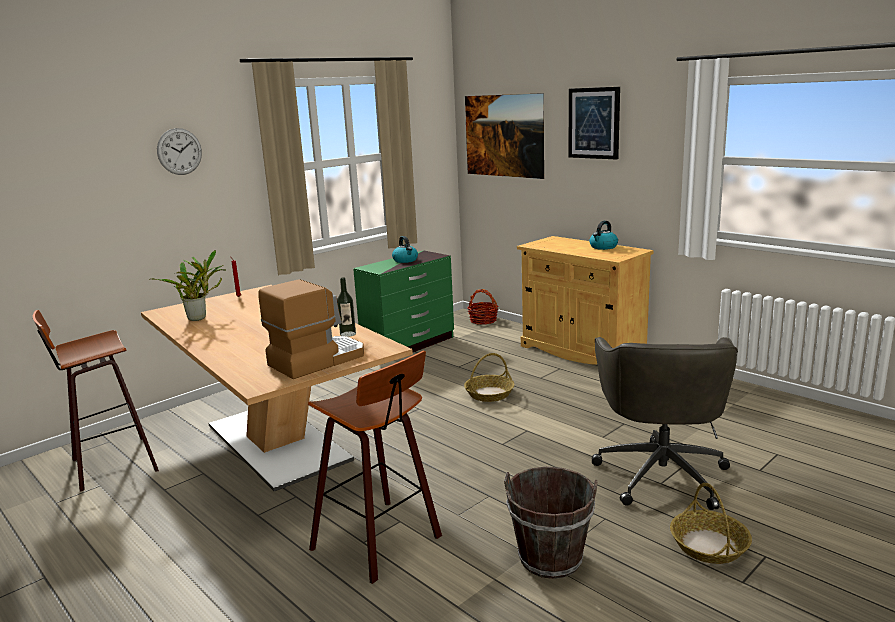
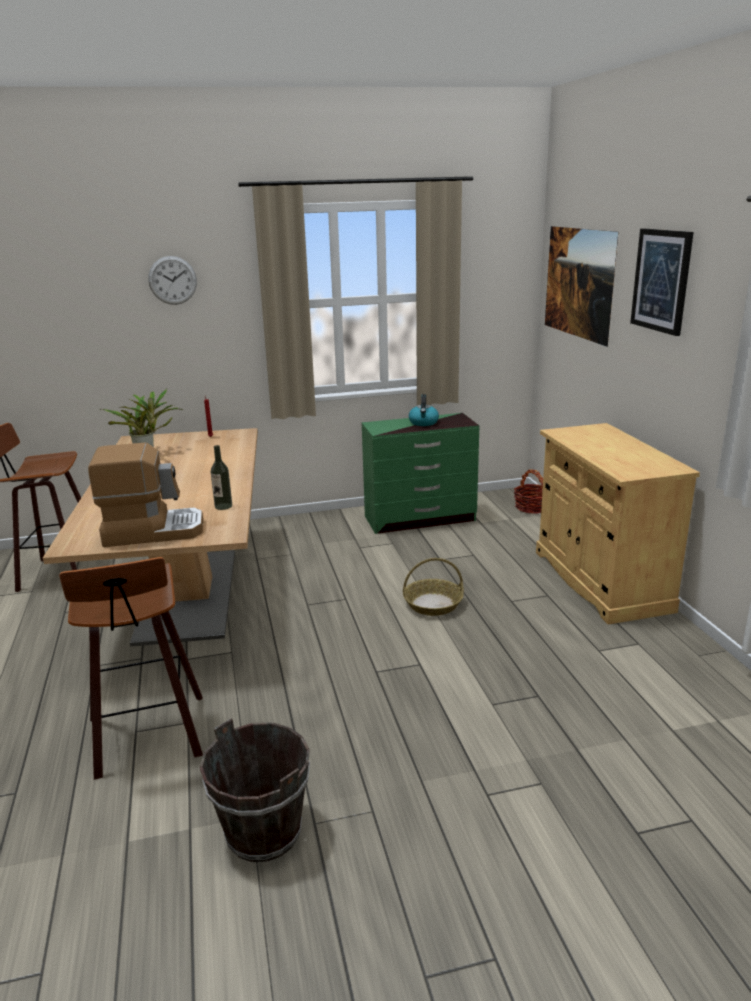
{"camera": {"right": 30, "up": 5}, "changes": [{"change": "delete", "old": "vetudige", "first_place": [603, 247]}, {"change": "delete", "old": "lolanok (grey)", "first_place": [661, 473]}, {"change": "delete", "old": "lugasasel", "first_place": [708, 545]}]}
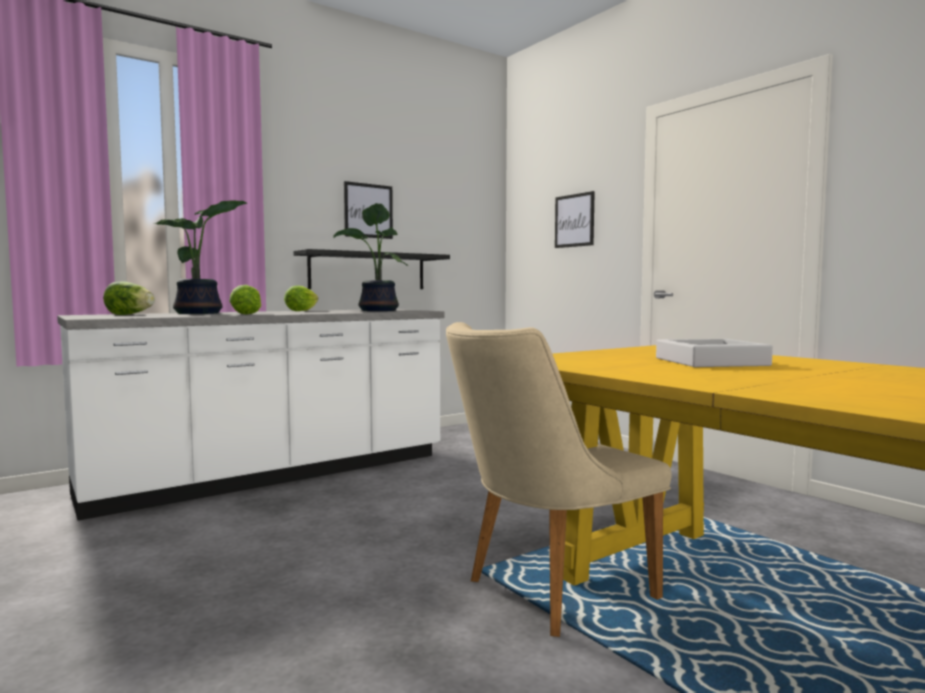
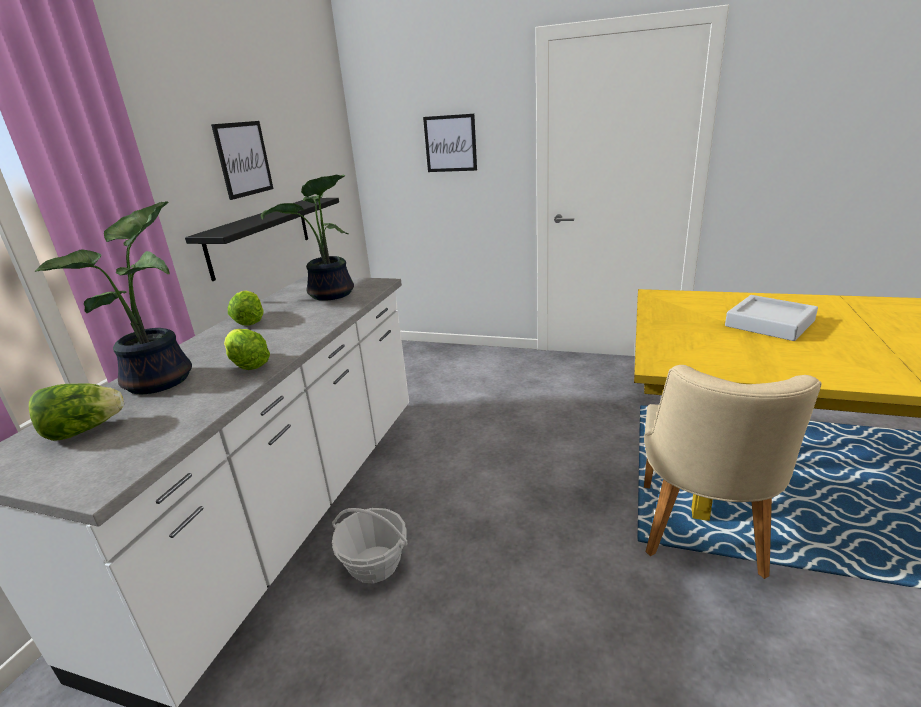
{"camera": {"right": -35, "up": 20}, "changes": [{"change": "insert", "new": "lugasasel", "second_place": [374, 564]}]}
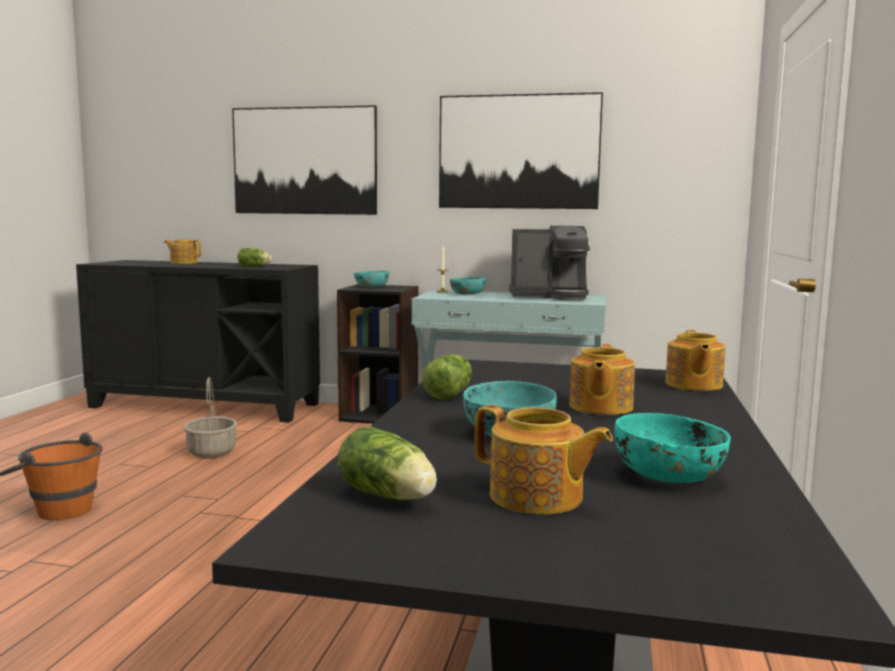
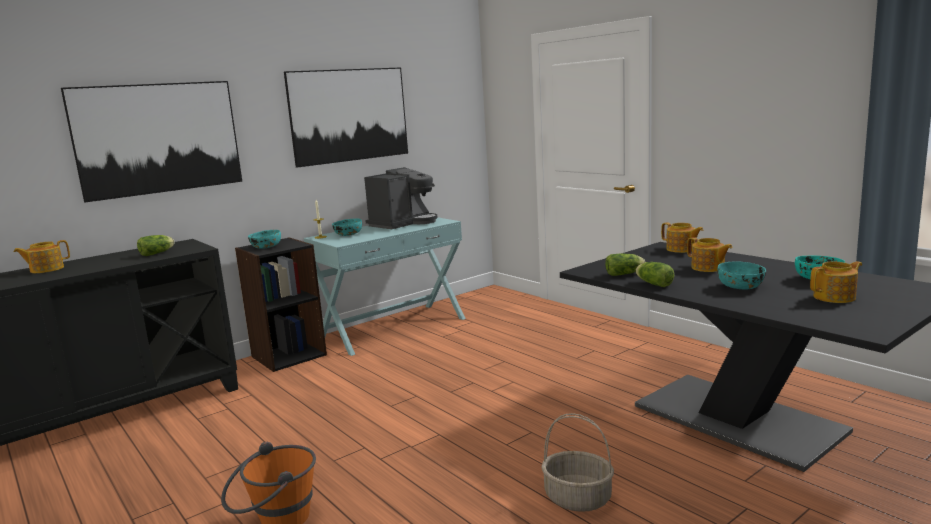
{"camera": {"right": -50, "up": 5}, "changes": [{"change": "move", "old": "lugasasel", "first_place": [212, 452], "second_place": [578, 498]}, {"change": "move", "old": "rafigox", "first_place": [389, 497], "second_place": [625, 274]}]}
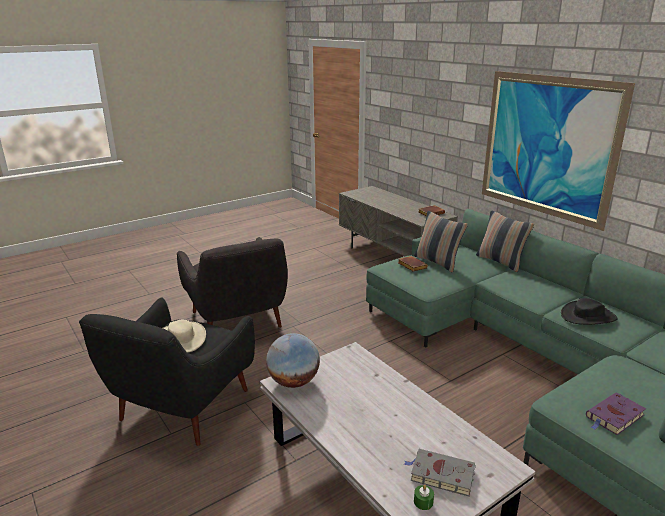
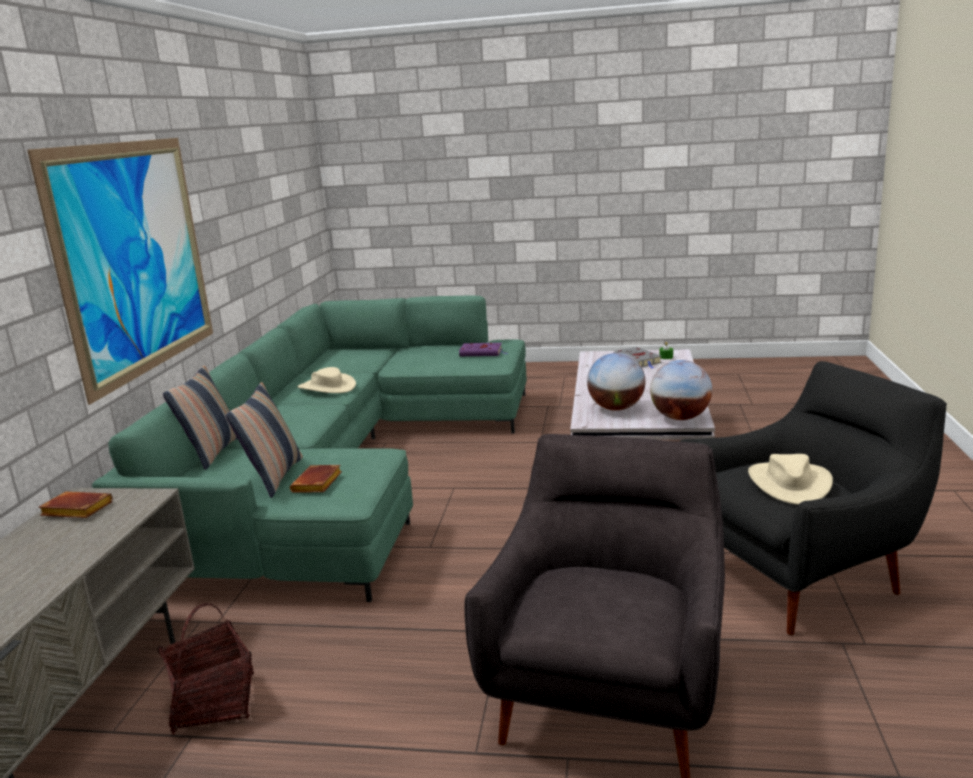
{"camera": {"right": -135, "up": -5}, "changes": [{"change": "recolor", "old": "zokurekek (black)", "new": "zokurekek (beige)", "first_place": [588, 316], "second_place": [327, 387]}, {"change": "insert", "new": "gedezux", "second_place": [616, 408]}, {"change": "insert", "new": "lugasasel", "second_place": [215, 703]}]}
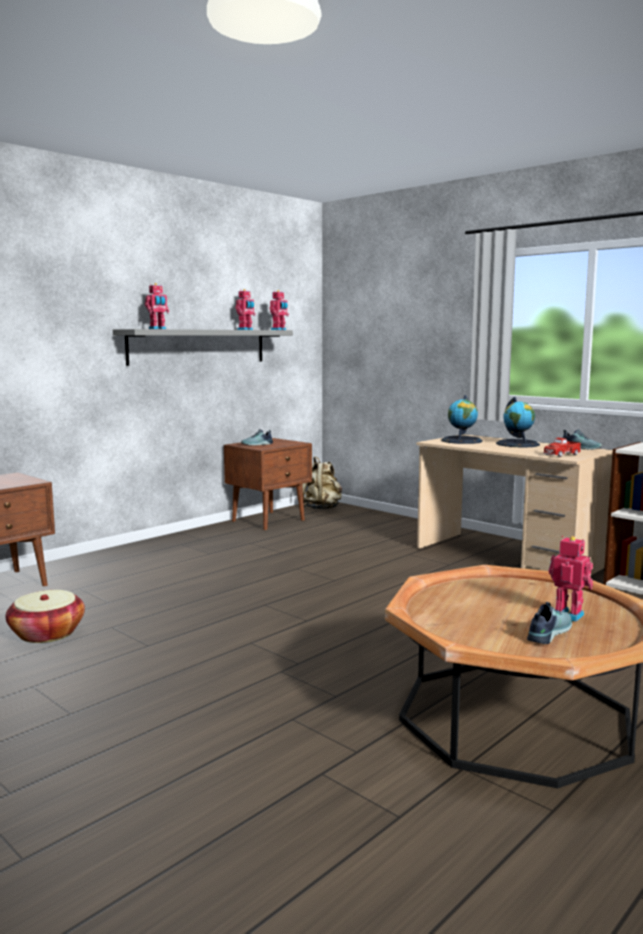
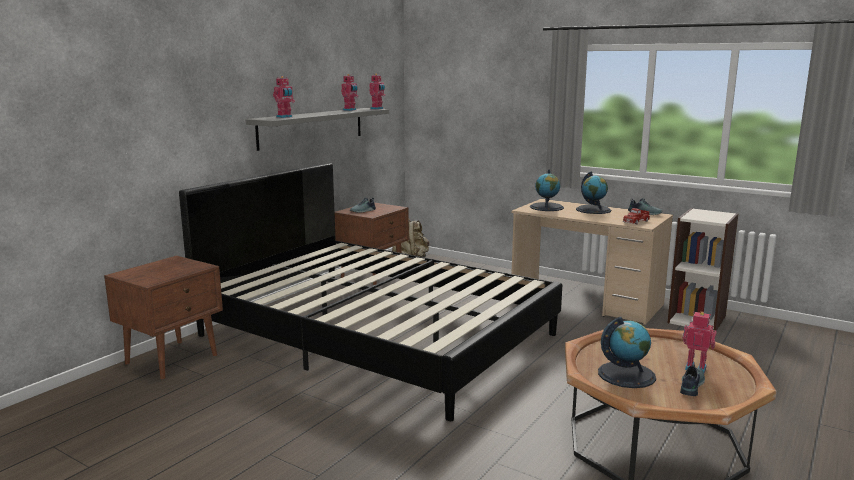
{"camera": {"right": -10, "up": 5}, "changes": [{"change": "delete", "old": "lugasasel", "first_place": [47, 633]}, {"change": "insert", "new": "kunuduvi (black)", "second_place": [376, 334]}, {"change": "insert", "new": "gedezux", "second_place": [626, 374]}]}
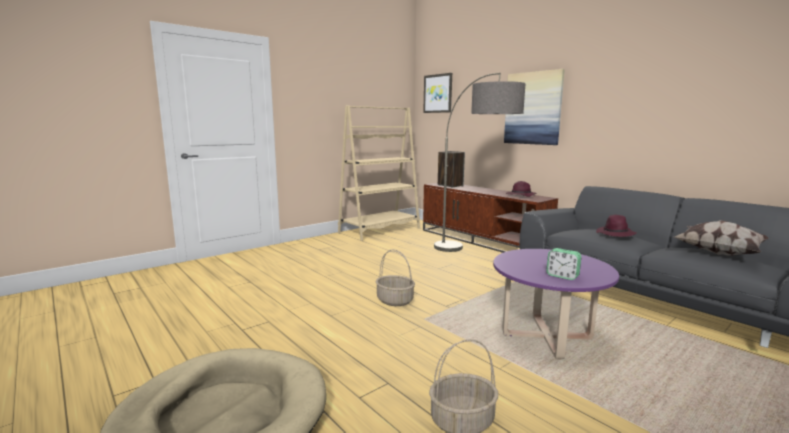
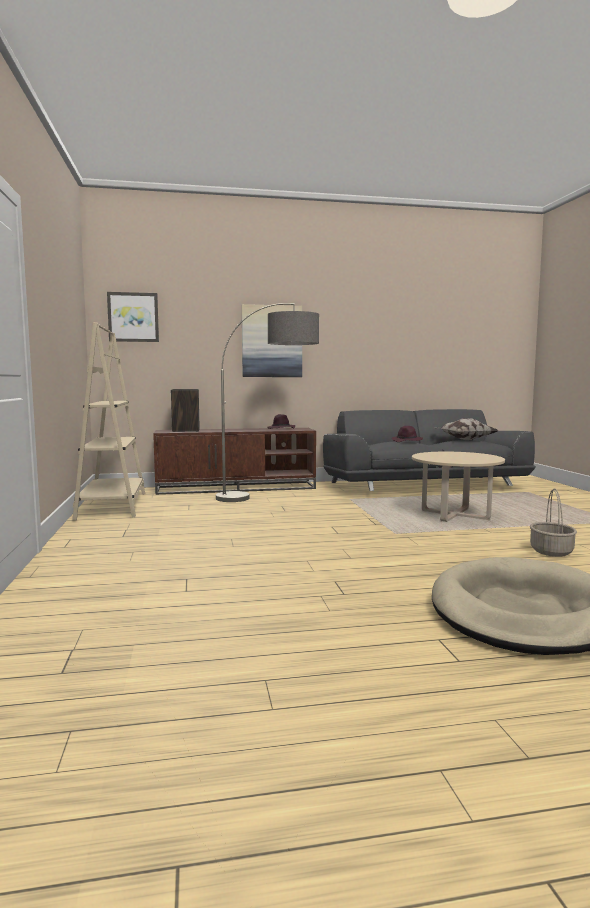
{"camera": {"right": -60, "up": -5}, "changes": [{"change": "delete", "old": "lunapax", "first_place": [562, 276]}, {"change": "delete", "old": "lugasasel", "first_place": [395, 300]}, {"change": "recolor", "old": "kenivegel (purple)", "new": "kenivegel (beige)", "first_place": [546, 336], "second_place": [455, 515]}]}
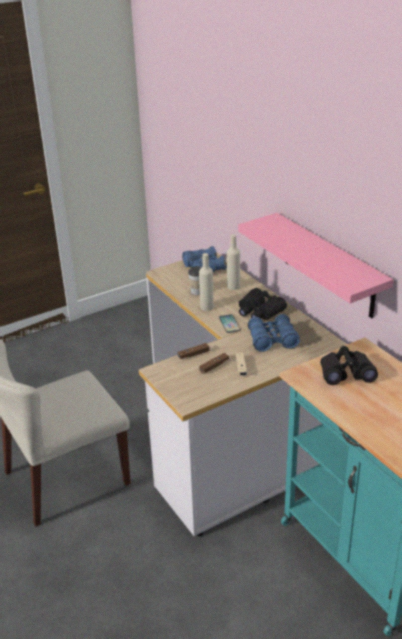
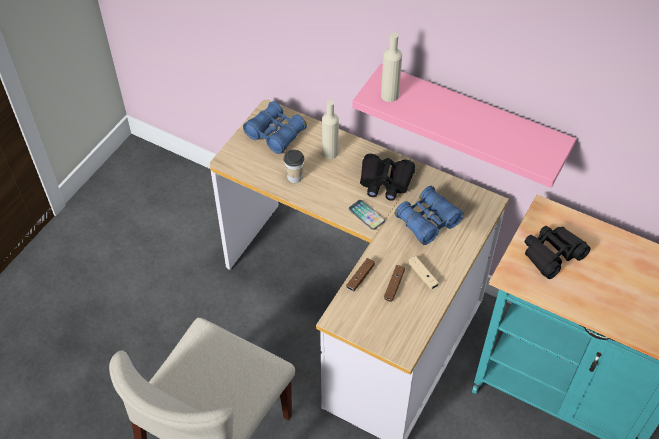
{"camera": {"right": -30, "up": 20}, "changes": [{"change": "move", "old": "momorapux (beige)", "first_place": [206, 307], "second_place": [389, 95]}]}
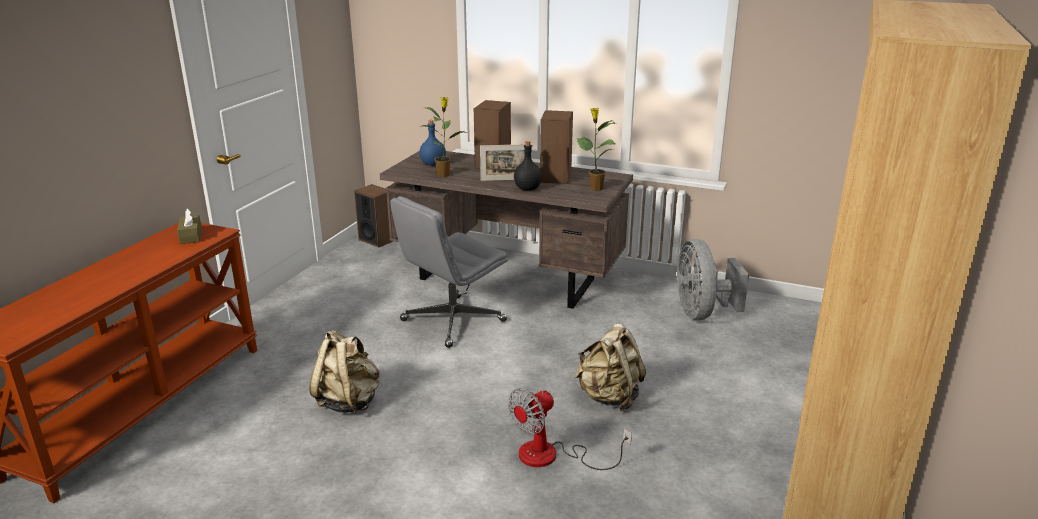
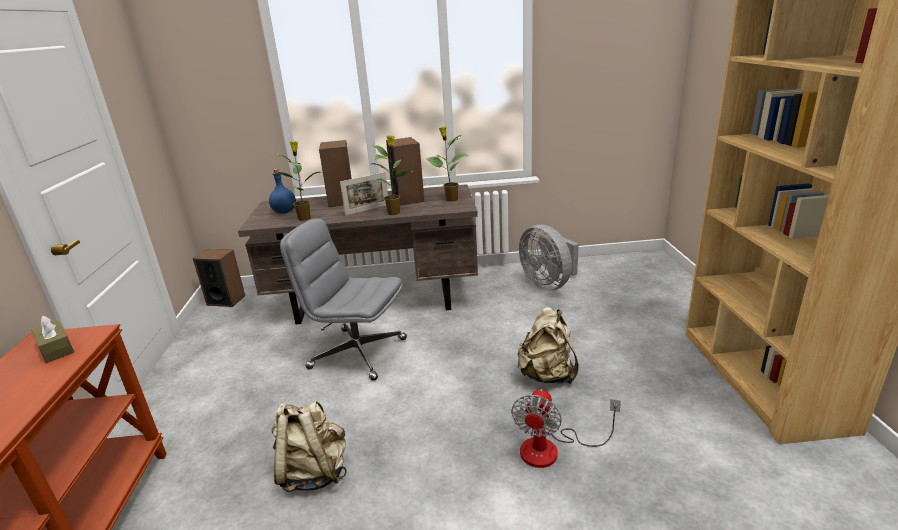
{"camera": {"right": -25, "up": 0}, "changes": [{"change": "replace", "old": "momorapux (black)", "new": "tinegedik", "first_place": [527, 189], "second_place": [394, 212]}, {"change": "rotate", "old": "lolanok (grey)", "first_place": [452, 321], "second_place": [357, 353], "degrees": 90}]}
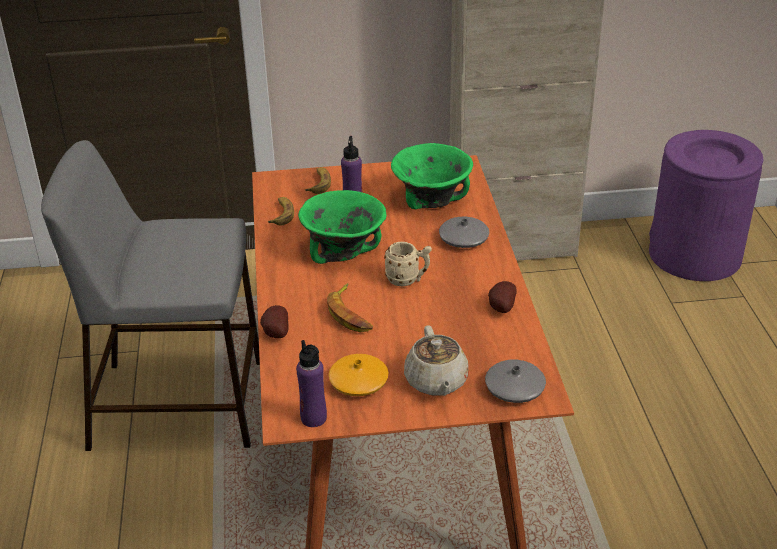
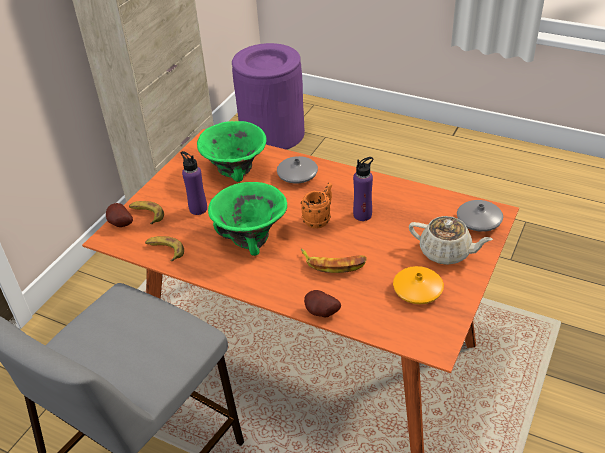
{"camera": {"right": -55, "up": 5}, "changes": [{"change": "recolor", "old": "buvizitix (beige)", "new": "buvizitix (orange)", "first_place": [408, 280], "second_place": [319, 219]}, {"change": "move", "old": "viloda", "first_place": [500, 307], "second_place": [120, 224]}, {"change": "move", "old": "momorapux (purple)", "first_place": [313, 418], "second_place": [362, 215]}]}
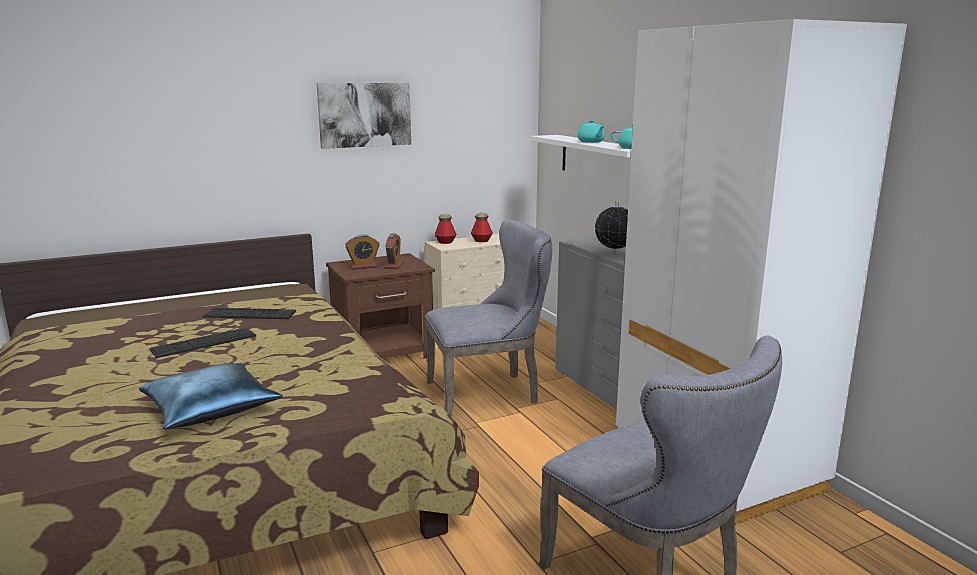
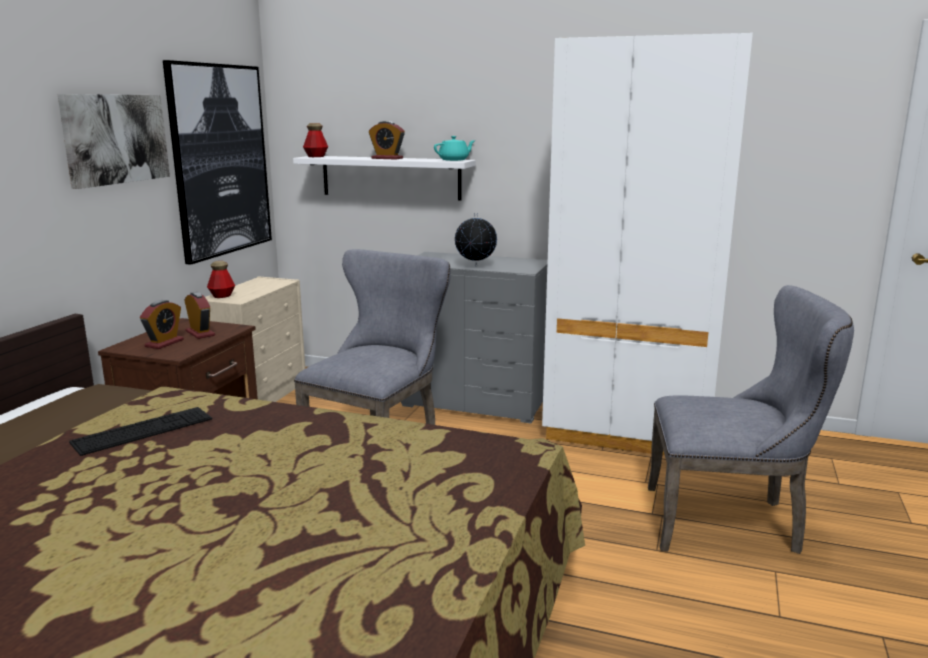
{"camera": {"right": -45, "up": 0}, "changes": [{"change": "replace", "old": "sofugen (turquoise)", "new": "lunapax", "first_place": [591, 142], "second_place": [387, 158]}, {"change": "move", "old": "momorapux", "first_place": [481, 241], "second_place": [316, 156]}, {"change": "delete", "old": "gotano", "first_place": [204, 342]}, {"change": "delete", "old": "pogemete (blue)", "first_place": [211, 408]}, {"change": "insert", "new": "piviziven", "second_place": [220, 160]}]}
